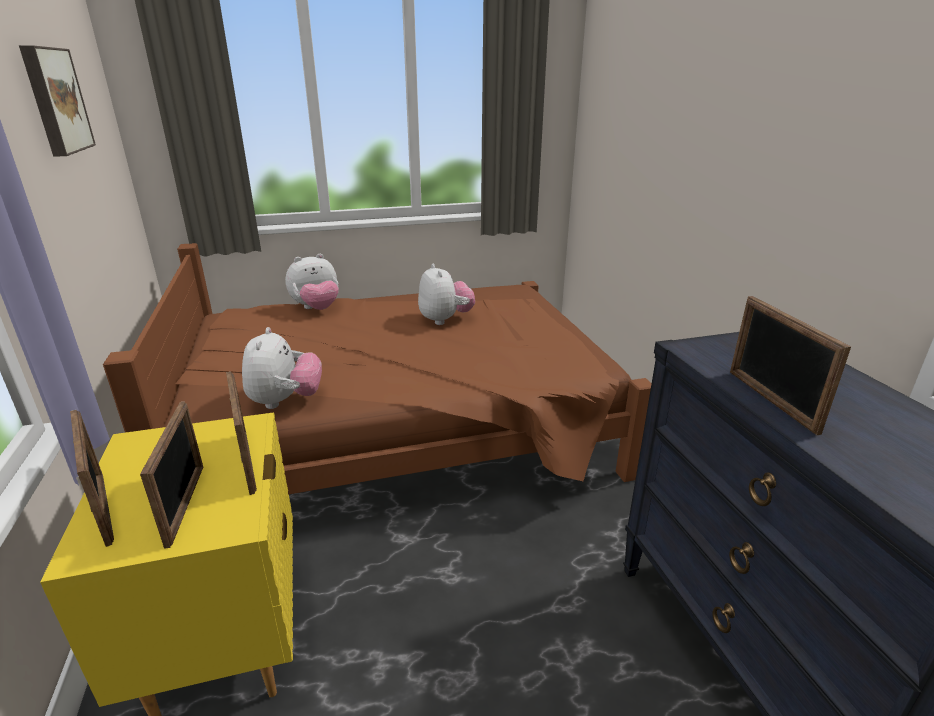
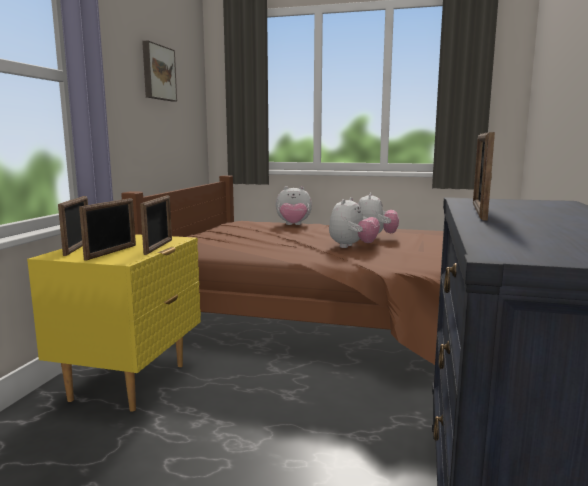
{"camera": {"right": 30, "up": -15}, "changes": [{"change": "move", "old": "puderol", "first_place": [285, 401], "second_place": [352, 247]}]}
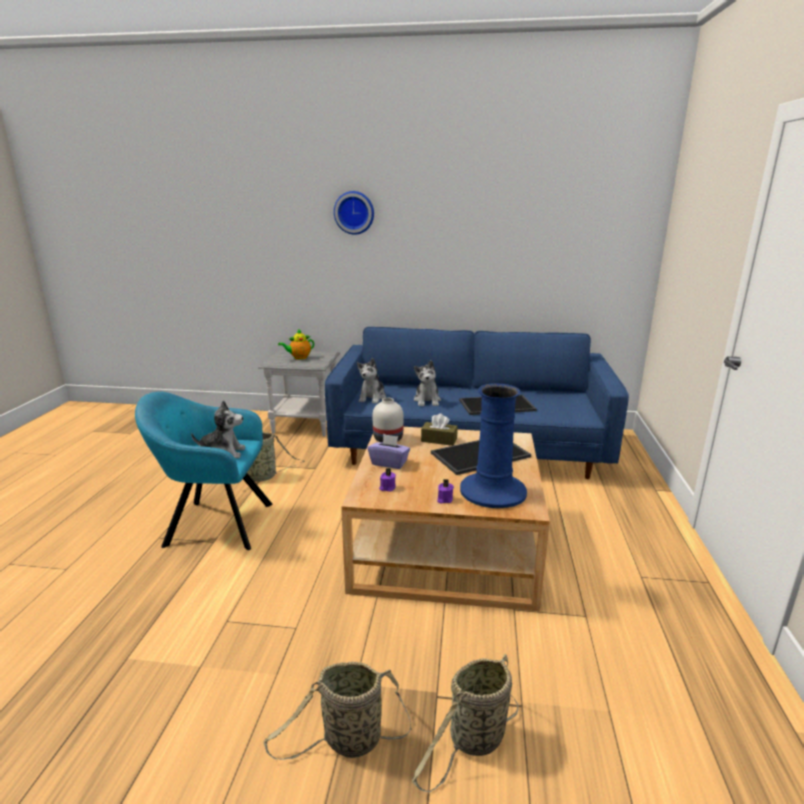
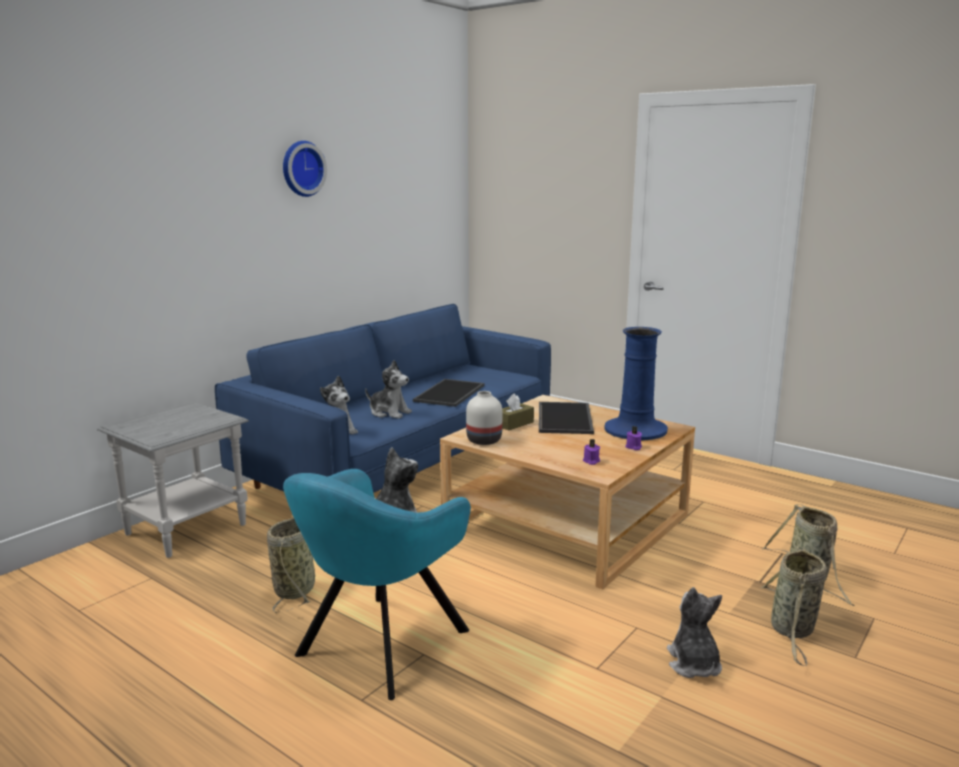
{"camera": {"right": -60, "up": -5}, "changes": [{"change": "move", "old": "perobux", "first_place": [354, 212], "second_place": [301, 168]}, {"change": "delete", "old": "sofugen", "first_place": [299, 358]}, {"change": "delete", "old": "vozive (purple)", "first_place": [389, 463]}, {"change": "insert", "new": "puderol", "second_place": [693, 664]}]}
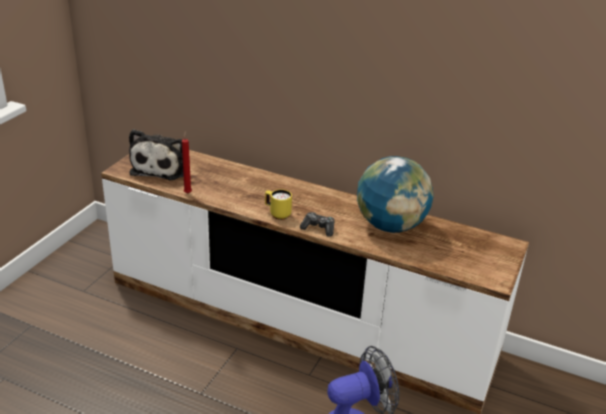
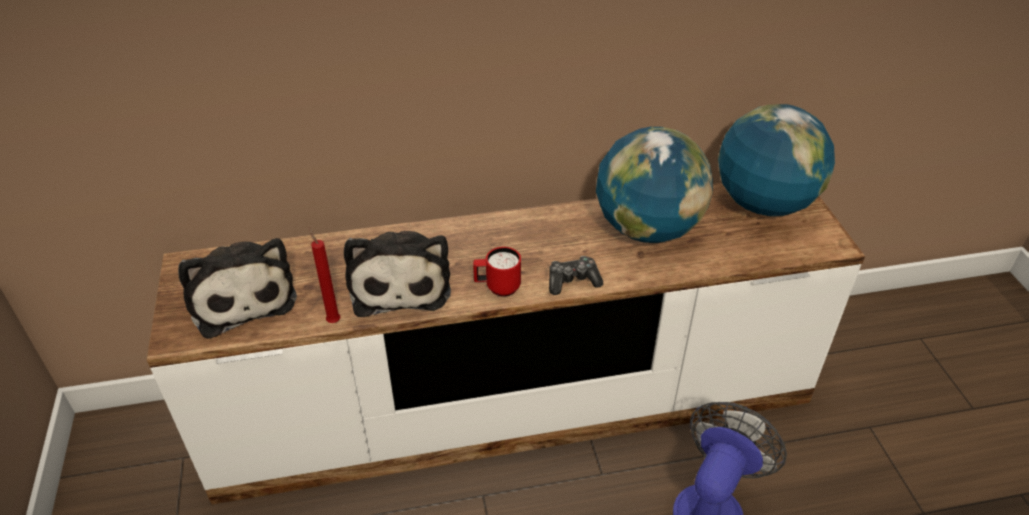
{"camera": {"right": -35, "up": 10}, "changes": [{"change": "recolor", "old": "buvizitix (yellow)", "new": "buvizitix (red)", "first_place": [277, 214], "second_place": [497, 288]}, {"change": "insert", "new": "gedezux", "second_place": [763, 204]}, {"change": "insert", "new": "puderol", "second_place": [400, 282]}]}
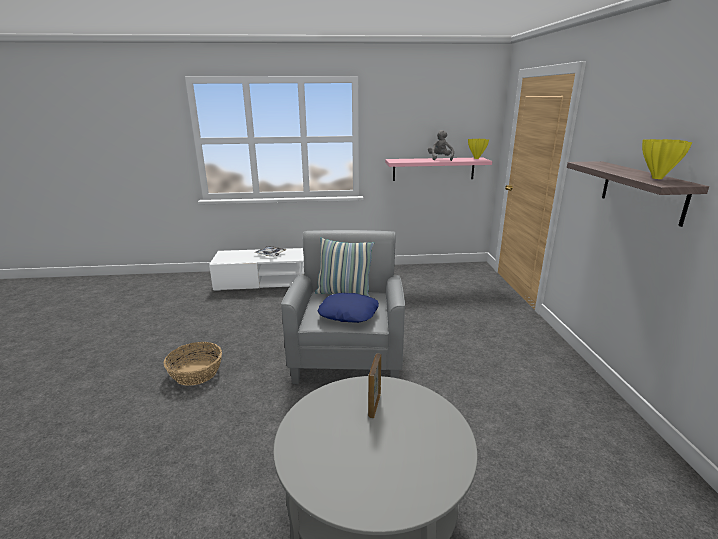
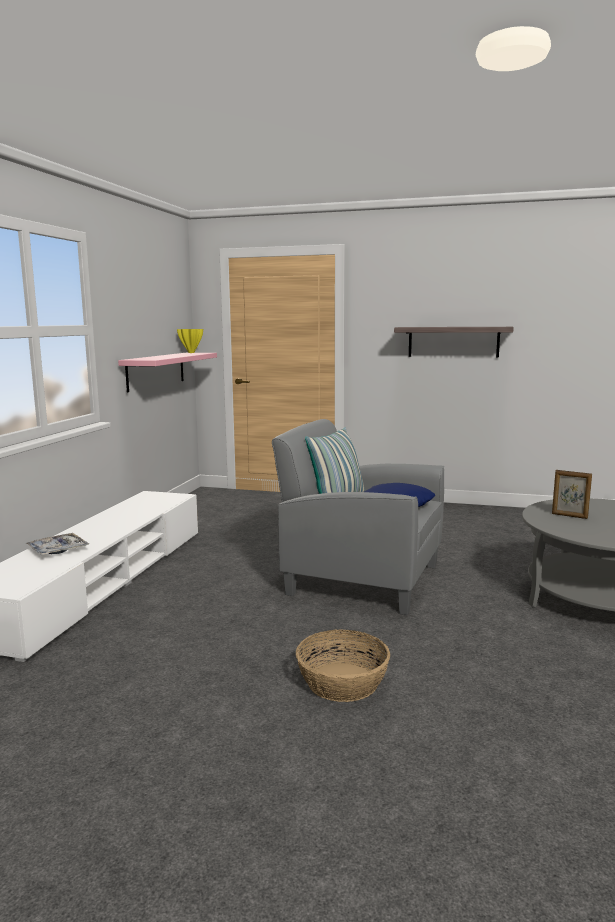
{"camera": {"right": -70, "up": -10}, "changes": [{"change": "delete", "old": "puderol (grey)", "first_place": [440, 159]}, {"change": "delete", "old": "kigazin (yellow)", "first_place": [656, 178]}]}
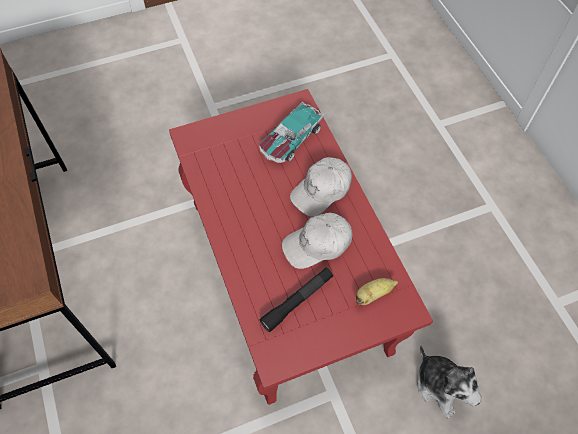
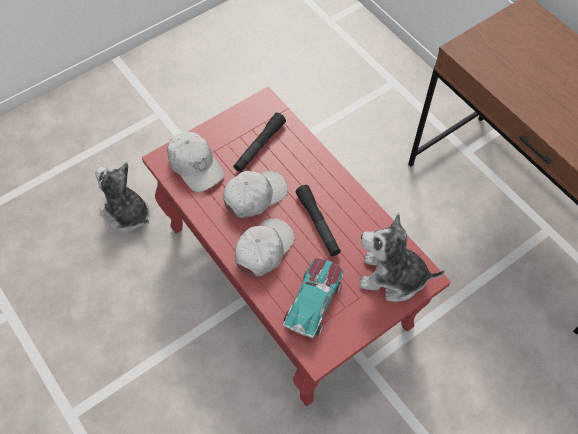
{"camera": {"right": 165, "up": 0}, "changes": [{"change": "replace", "old": "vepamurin", "new": "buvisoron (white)", "first_place": [373, 294], "second_place": [195, 165]}, {"change": "insert", "new": "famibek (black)", "second_place": [318, 224]}, {"change": "insert", "new": "puderol", "second_place": [392, 277]}]}
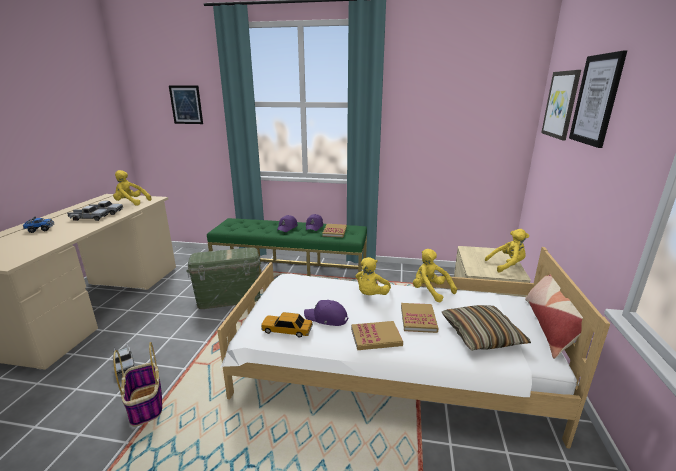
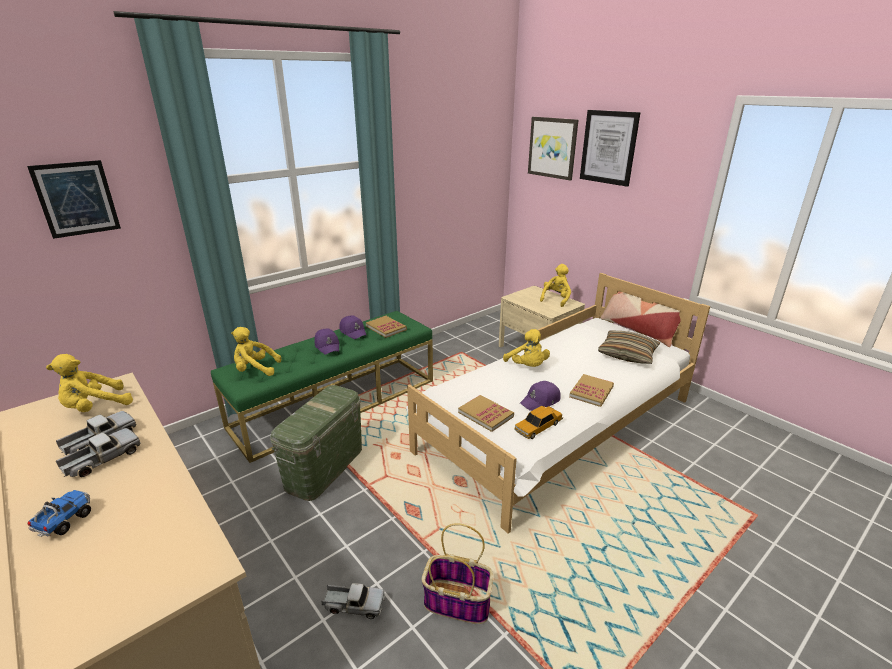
{"camera": {"right": -50, "up": 5}, "changes": [{"change": "move", "old": "puderol (yellow)", "first_place": [430, 291], "second_place": [255, 370]}, {"change": "move", "old": "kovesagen", "first_place": [418, 319], "second_place": [485, 414]}]}
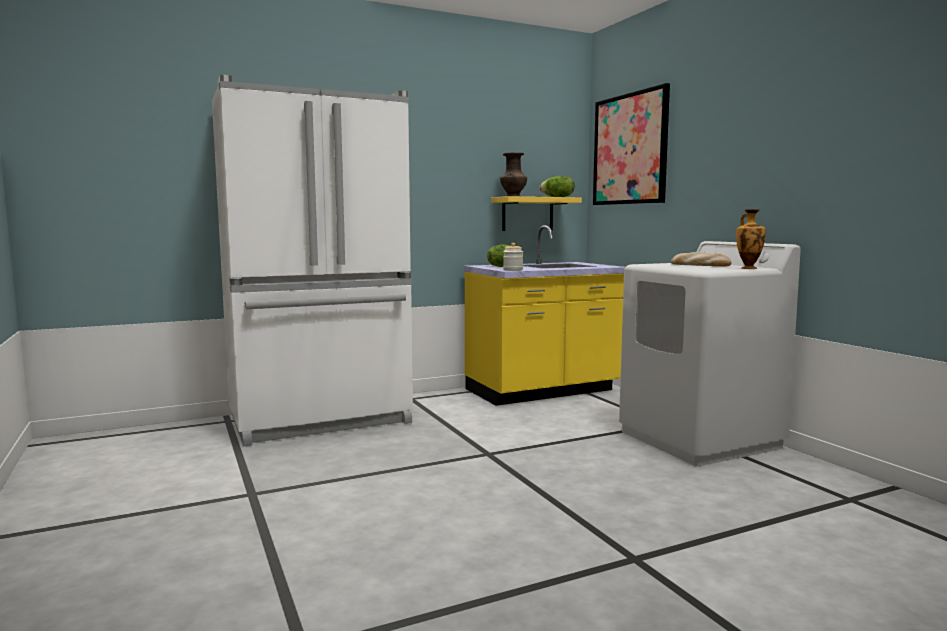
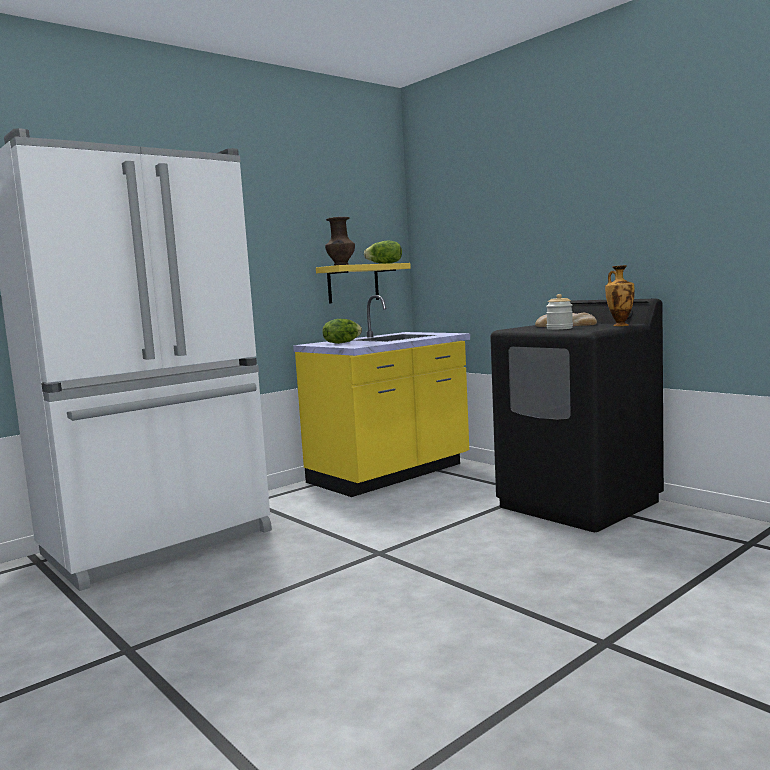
{"camera": {"right": -15, "up": 0}, "changes": [{"change": "delete", "old": "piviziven", "first_place": [630, 149]}, {"change": "recolor", "old": "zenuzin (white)", "new": "zenuzin (black)", "first_place": [700, 439], "second_place": [579, 504]}, {"change": "move", "old": "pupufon", "first_place": [513, 269], "second_place": [559, 328]}]}
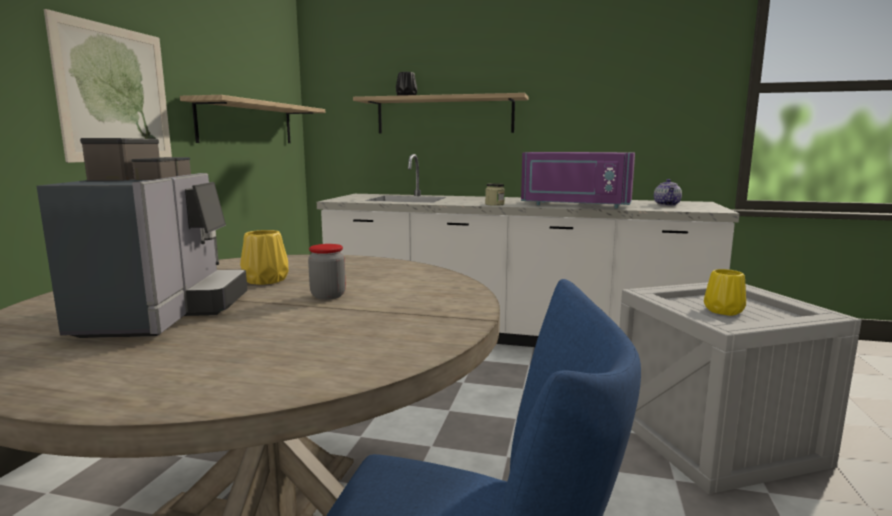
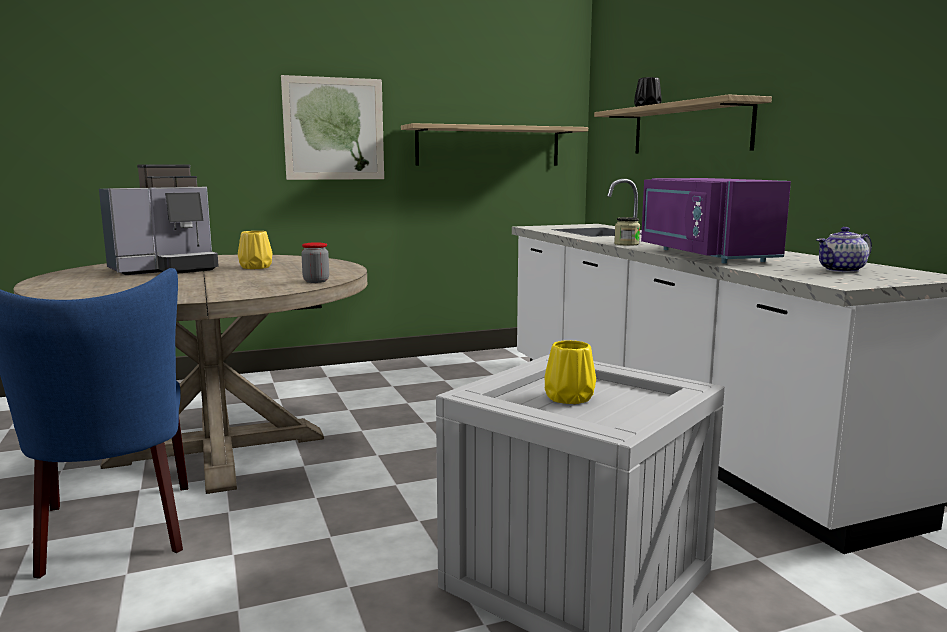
{"camera": {"right": 55, "up": 0}, "changes": [{"change": "move", "old": "pupufon", "first_place": [328, 296], "second_place": [316, 281]}]}
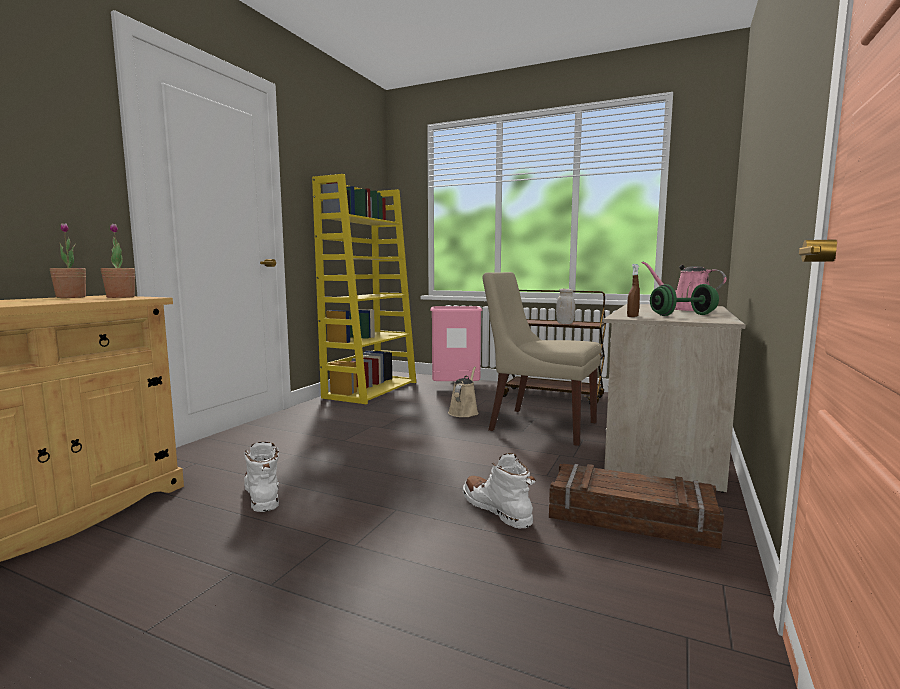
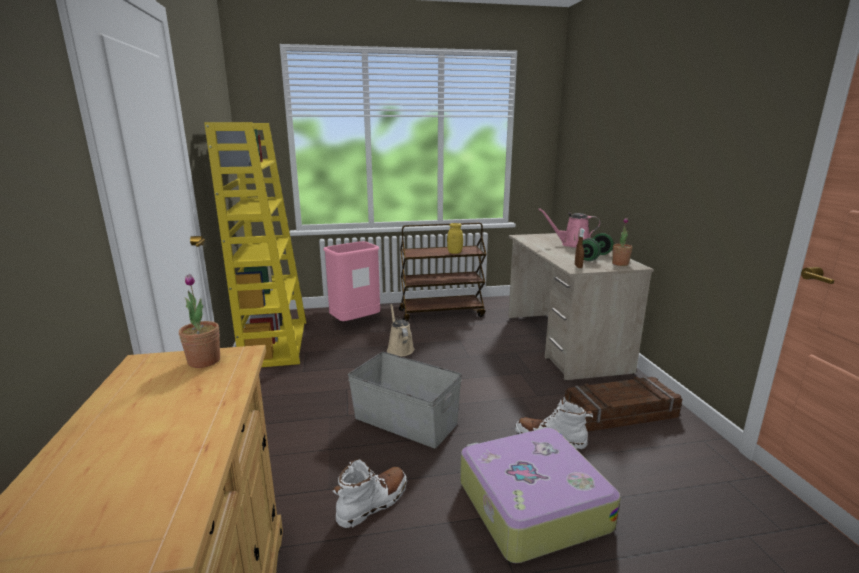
{"camera": {"right": -35, "up": 10}, "changes": [{"change": "move", "old": "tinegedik", "first_place": [71, 297], "second_place": [620, 264]}, {"change": "delete", "old": "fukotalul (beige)", "first_place": [539, 425]}, {"change": "recolor", "old": "pupufon (white)", "new": "pupufon (yellow)", "first_place": [565, 323], "second_place": [454, 252]}, {"change": "rotate", "old": "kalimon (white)", "first_place": [262, 494], "second_place": [373, 503], "degrees": 105}, {"change": "insert", "new": "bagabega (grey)", "second_place": [405, 420]}, {"change": "insert", "new": "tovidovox", "second_place": [530, 504]}]}
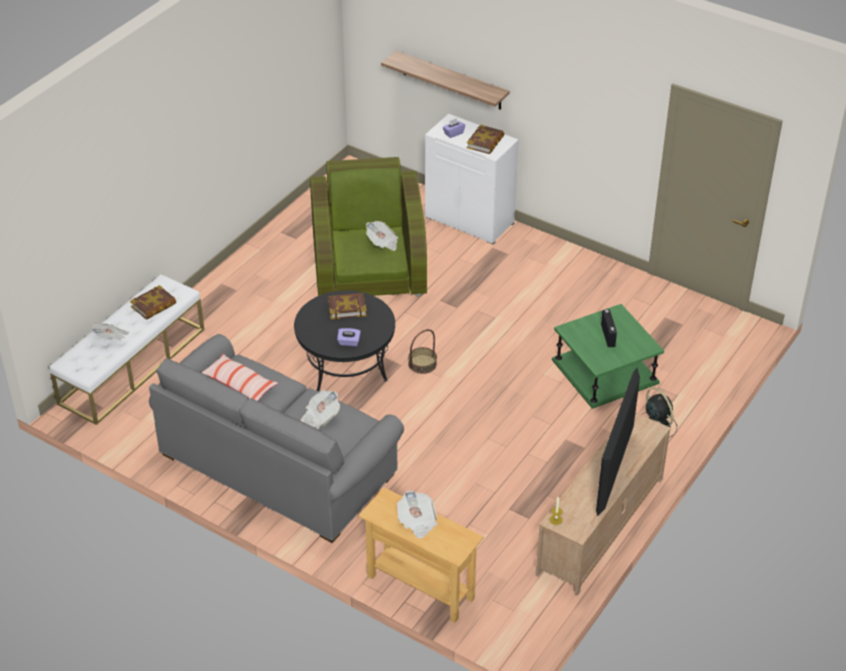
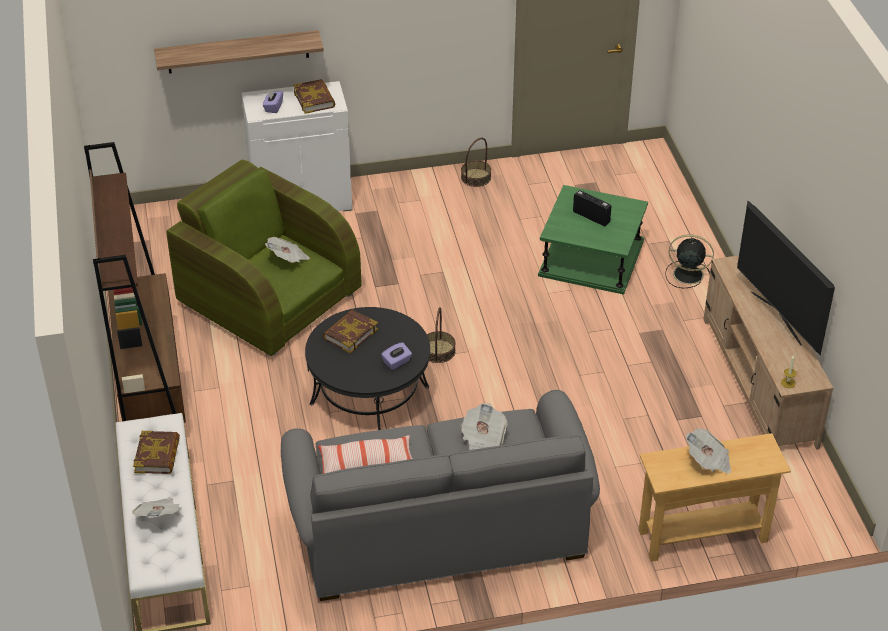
{"camera": {"right": -45, "up": 0}, "changes": [{"change": "insert", "new": "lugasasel", "second_place": [476, 177]}, {"change": "insert", "new": "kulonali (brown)", "second_place": [150, 386]}]}
